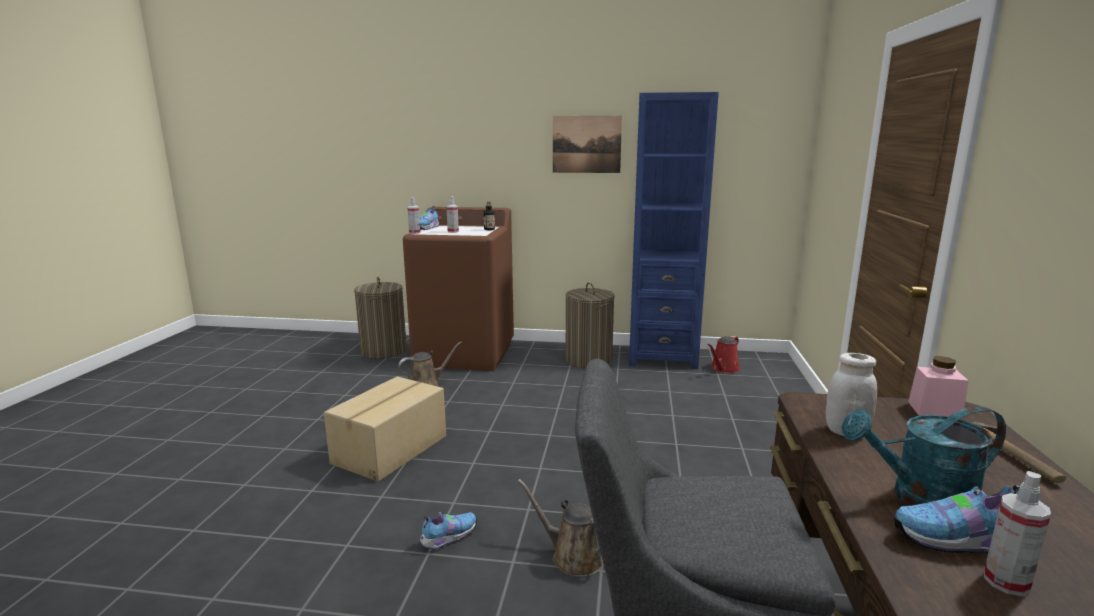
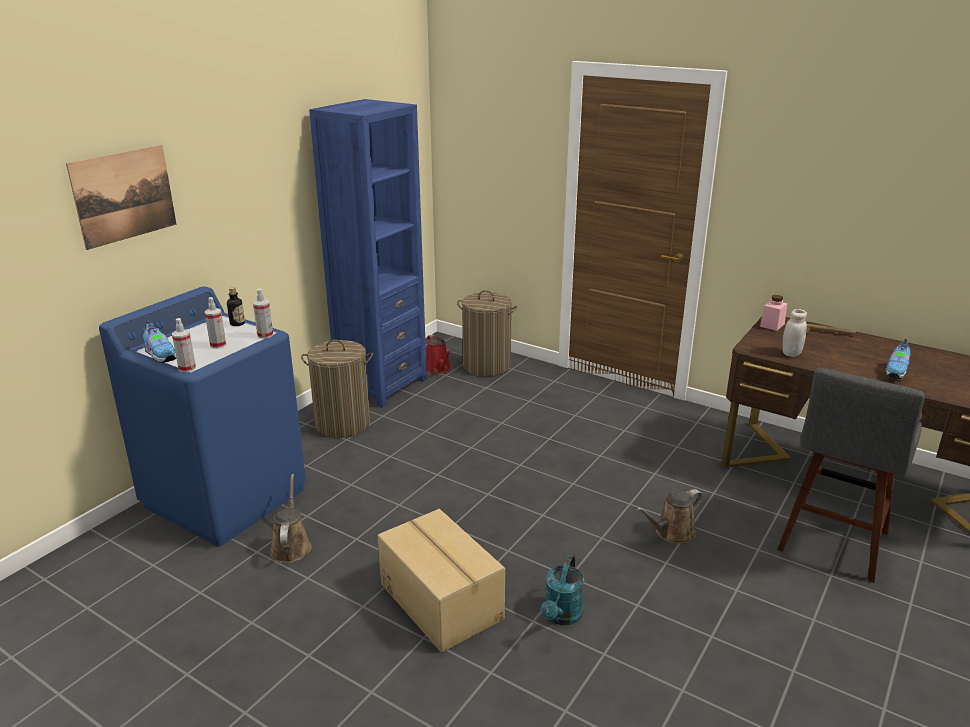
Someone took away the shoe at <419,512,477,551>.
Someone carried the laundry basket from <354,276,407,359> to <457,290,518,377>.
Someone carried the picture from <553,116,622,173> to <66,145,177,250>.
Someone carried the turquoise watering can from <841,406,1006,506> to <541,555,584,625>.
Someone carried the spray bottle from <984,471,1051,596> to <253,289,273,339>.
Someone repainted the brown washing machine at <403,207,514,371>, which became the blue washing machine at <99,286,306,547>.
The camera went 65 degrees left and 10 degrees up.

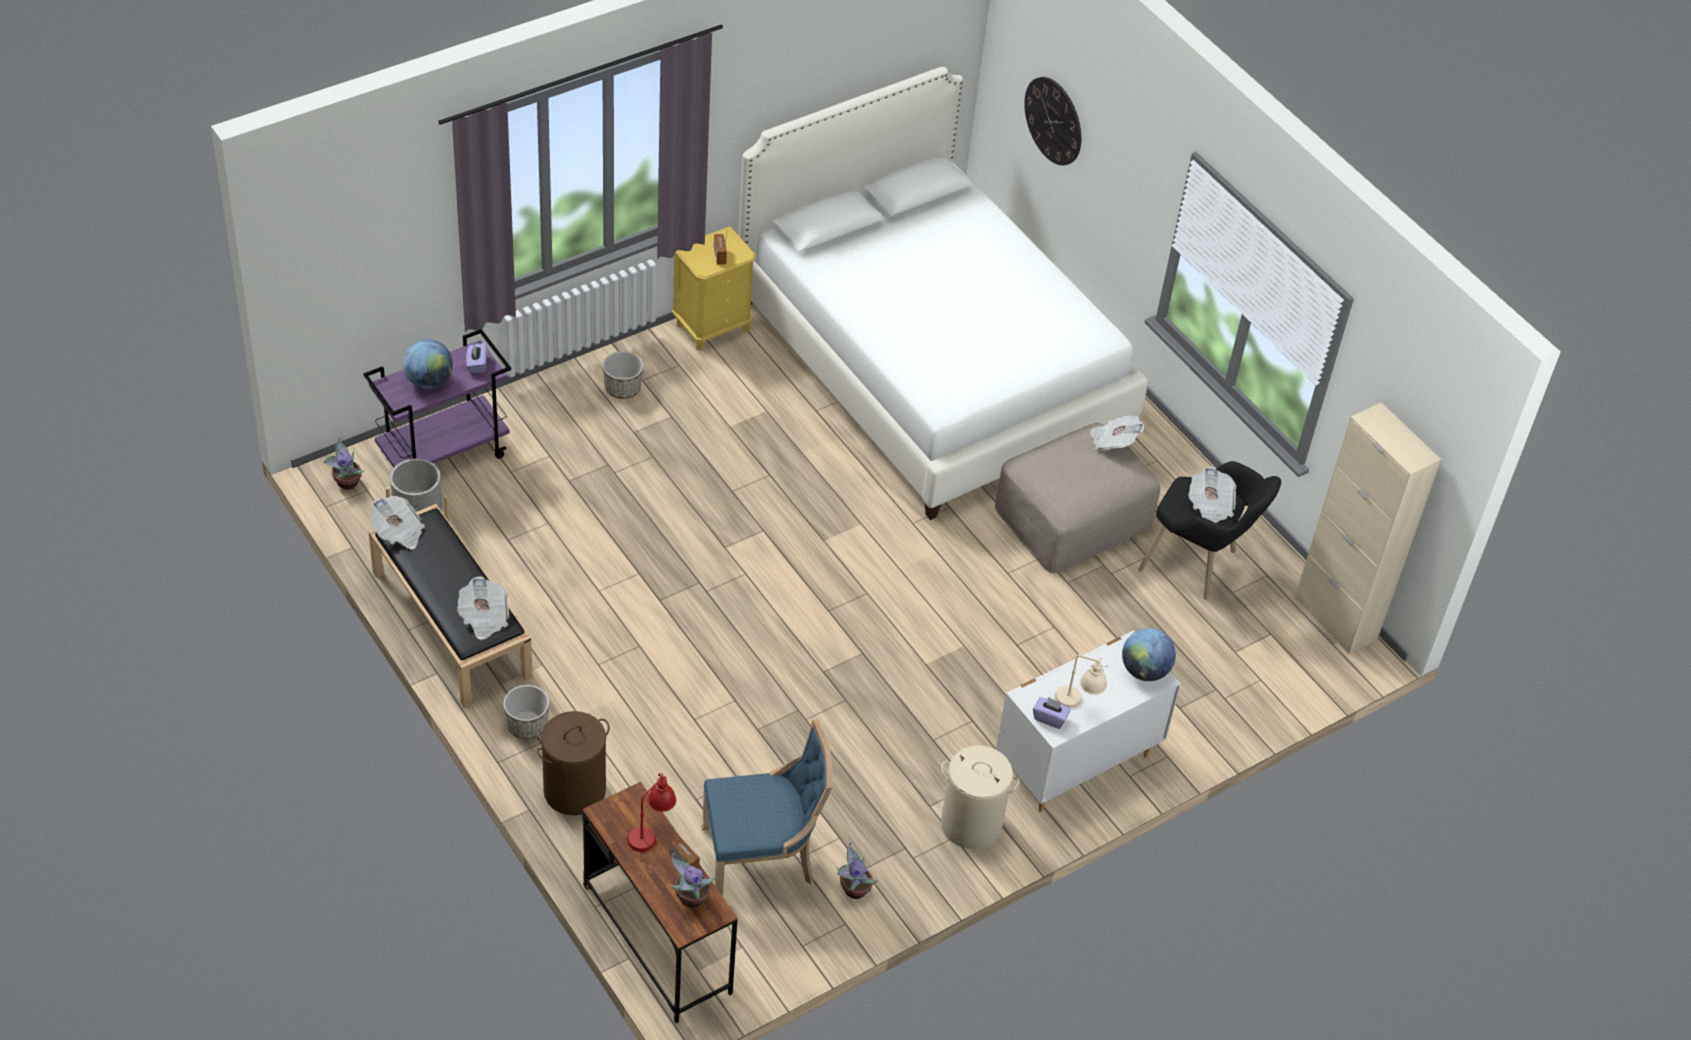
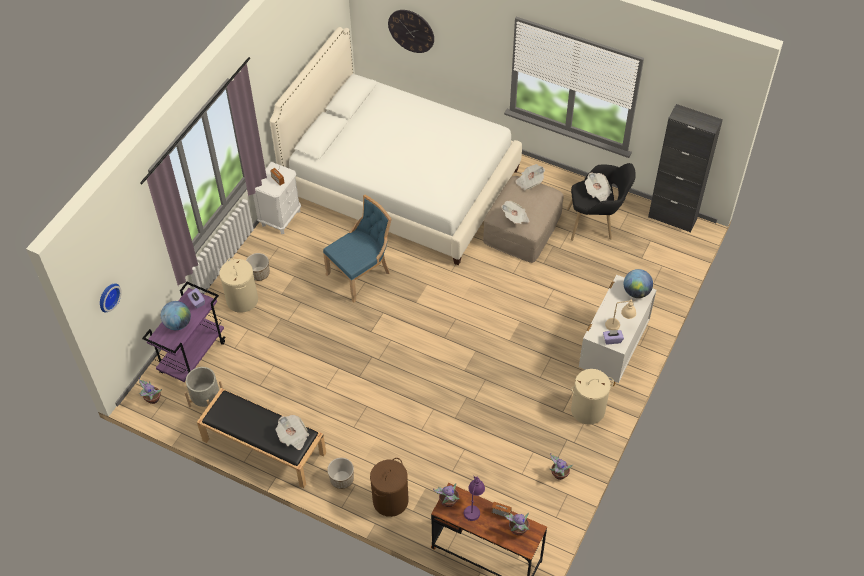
Someone put up the wall clock at <100,283,122,312>.
Someone put down the beige laundry basket at <219,258,258,313>.
Someone put down the potted plant at <433,483,460,507>.
Someone carried the newspaper from <370,496,425,550> to <501,201,530,224>.
Someone carried the blue chair from <701,720,832,895> to <323,195,391,302>.
Someone repainted the red table lamp at <627,773,676,852>, which became the purple table lamp at <464,475,485,521>.
Someone repainted the yellow nightstand at <671,226,756,351>, which became the white nightstand at <253,162,301,234>.
Someone repainted the beige cabinet at <1295,402,1441,654>, which became the black cabinet at <648,104,723,233>.
The camera went 25 degrees left and 5 degrees up.

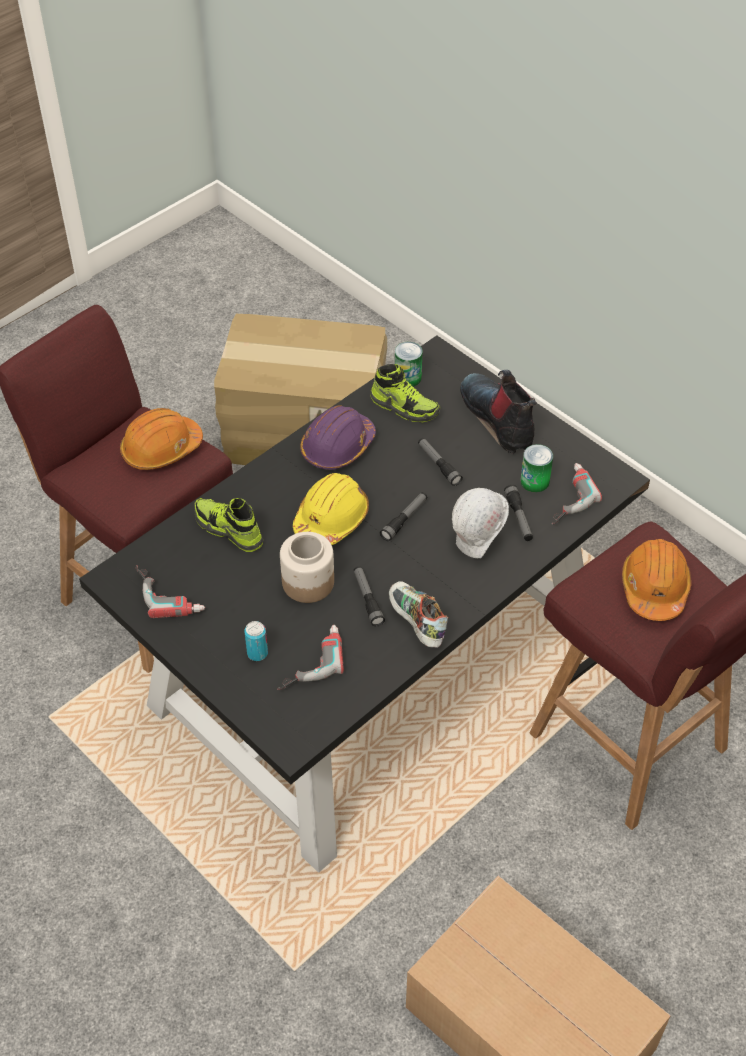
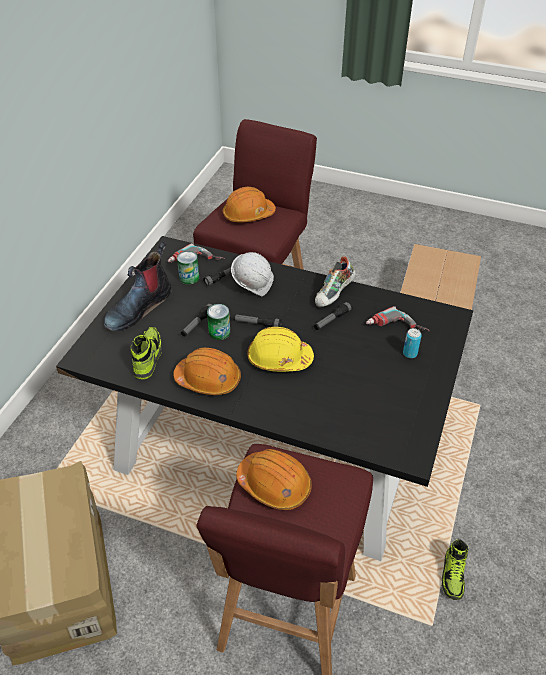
Someone took away the power drill at <136,565,205,618>.
Someone took away the jar at <280,532,334,603>.
Someone carried the shoe from <194,498,263,552> to <441,539,468,600>.
Someone carried the can from <395,342,422,387> to <207,304,230,340>.
Someone repainted the purple hard hat at <300,405,376,470>, which became the orange hard hat at <173,348,241,395>.
The camera went 115 degrees left and 5 degrees down.

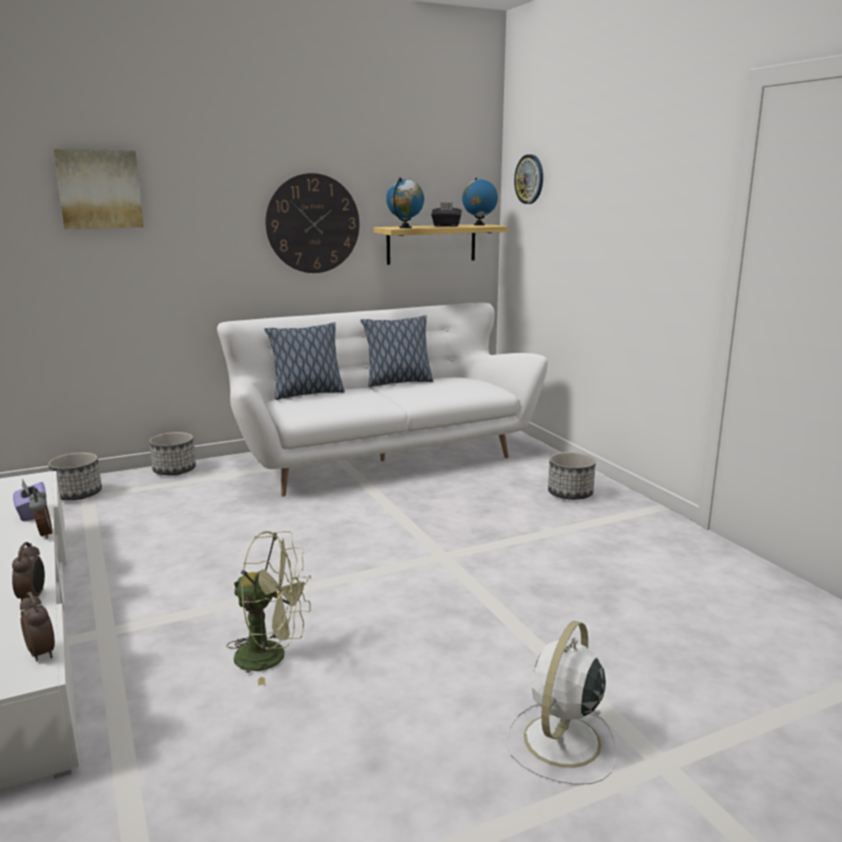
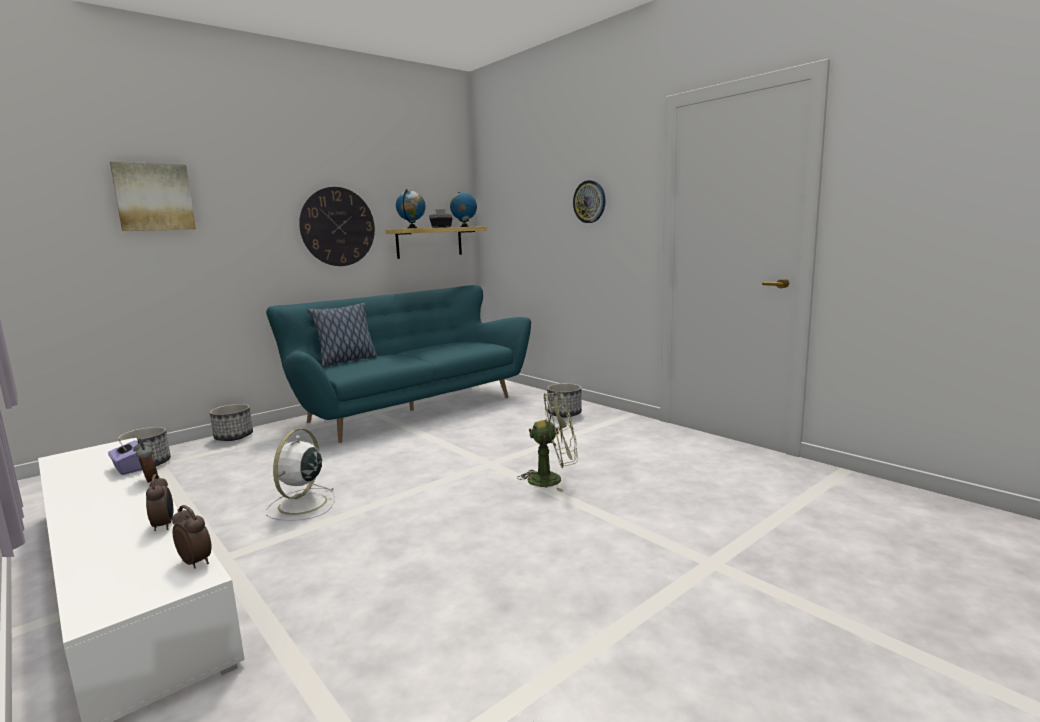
Someone took away the pillow at <361,315,433,387>.
Someone carried the green fan from <227,531,311,686> to <517,392,578,492>.
Someone carried the white fan from <506,621,616,785> to <266,429,335,521>.
Someone carried the wall clock from <514,154,543,204> to <573,180,606,223>.
Someone repainted the white sofa at <217,303,548,497>, which became the turquoise sofa at <266,285,531,443>.
The camera went 15 degrees left and 5 degrees down.

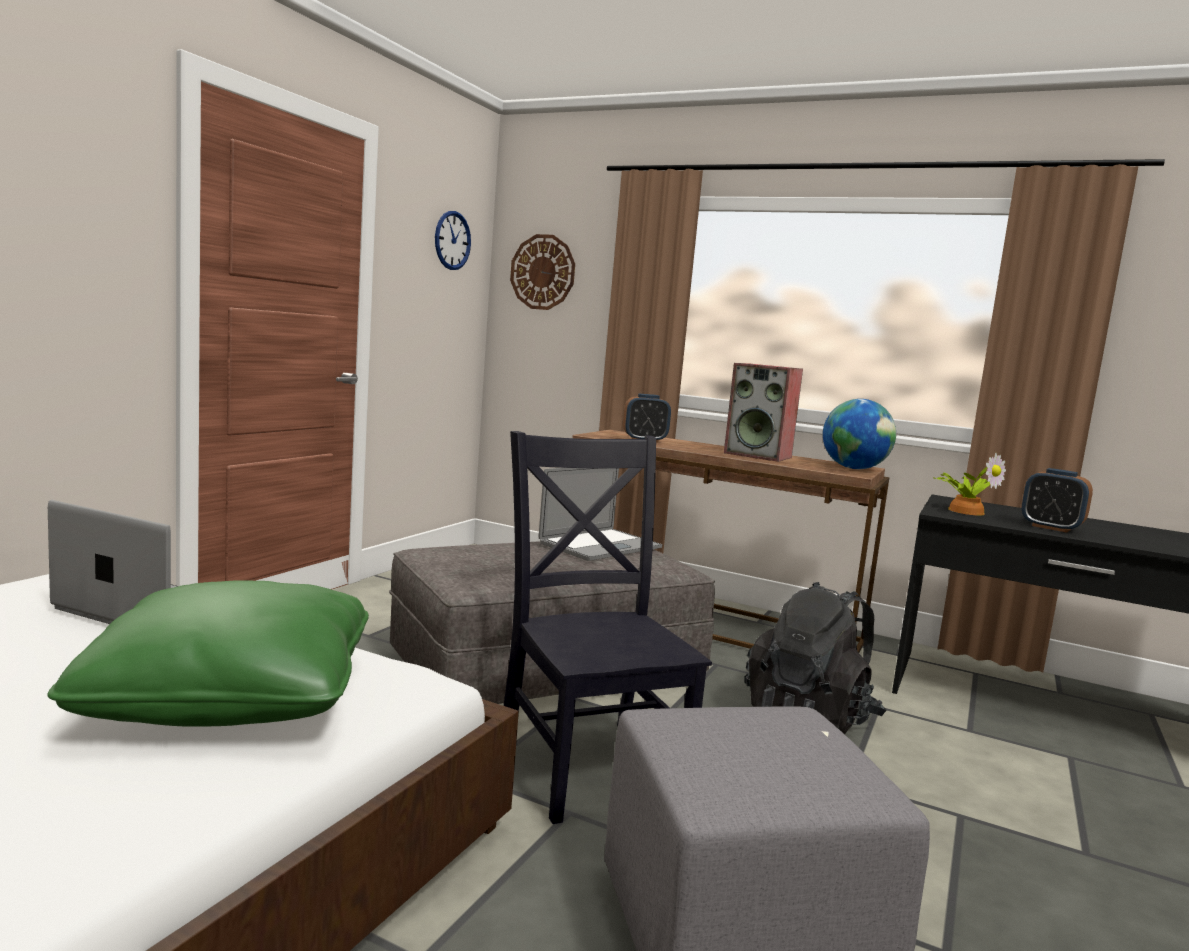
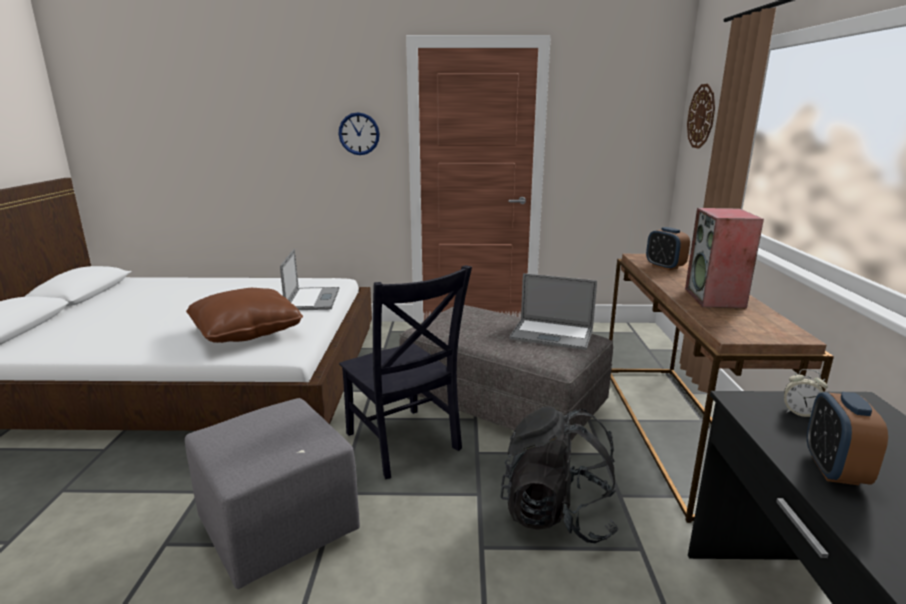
Someone took away the globe at <823,399,896,469>.
Someone carried the wall clock from <435,211,471,270> to <339,112,380,155>.
Someone swapped the potted plant at <933,453,1006,516> for the alarm clock at <784,369,828,417>.
Someone repainted the green pillow at <47,580,369,727>, which became the brown pillow at <186,288,303,343>.
Someone rotated the black chair at <504,431,712,824> by 105 degrees clockwise.
The camera went 65 degrees right and 10 degrees up.

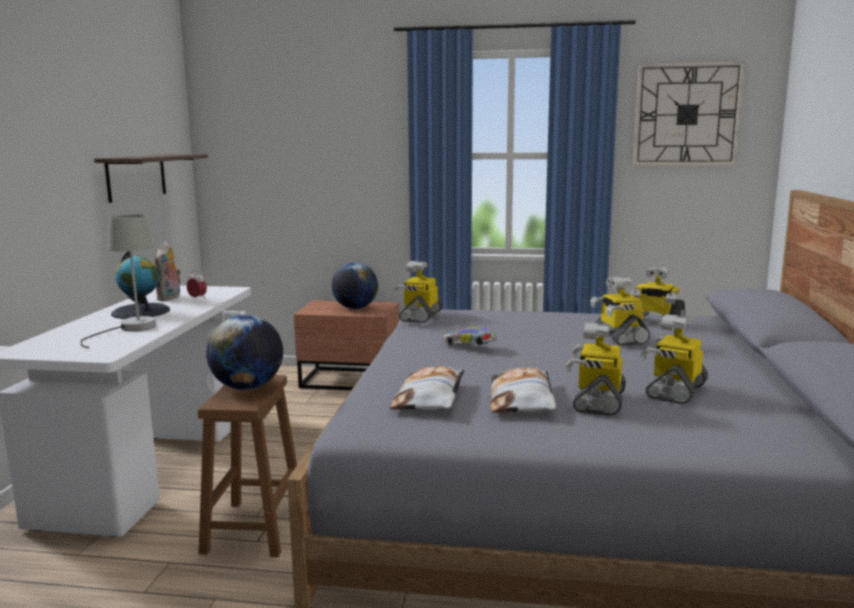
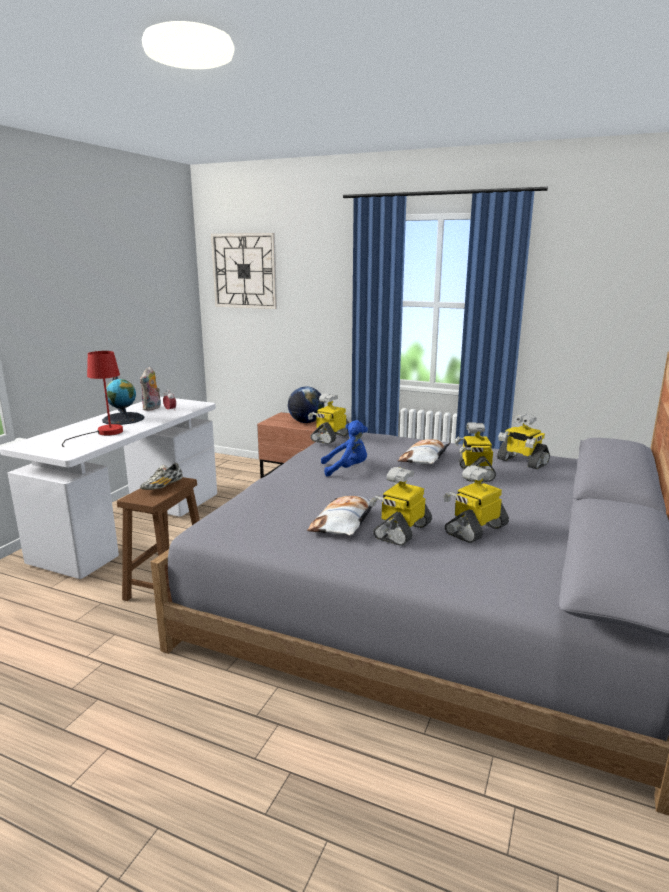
Someone took away the shelf at <94,154,208,203>.
Someone carried the pillow from <390,366,464,410> to <398,439,450,464>.
Someone carried the wall clock from <633,61,745,166> to <211,233,277,309>.
Someone swapped the globe at <206,315,283,390> for the shoe at <140,463,183,490>.
Someone swapped the toy car at <443,327,496,345> for the blue plush toy at <321,420,368,477>.
Someone repainted the grey table lamp at <81,215,156,348>, which became the red table lamp at <62,351,123,447>.
The camera went 15 degrees right and 5 degrees up.

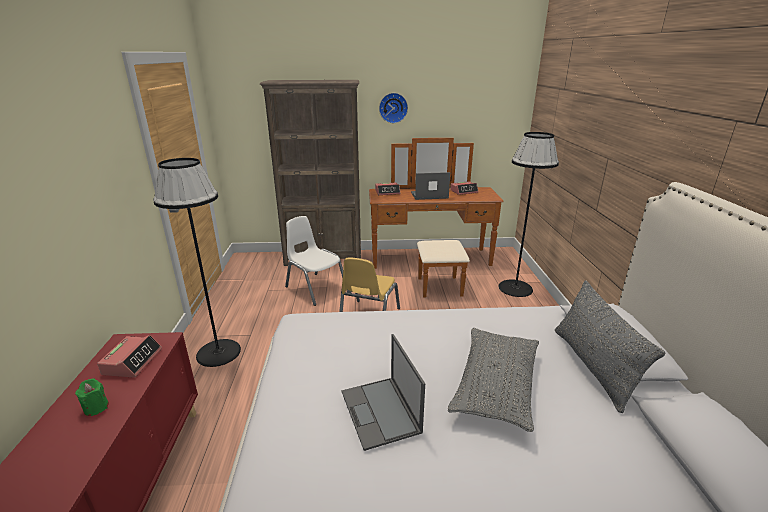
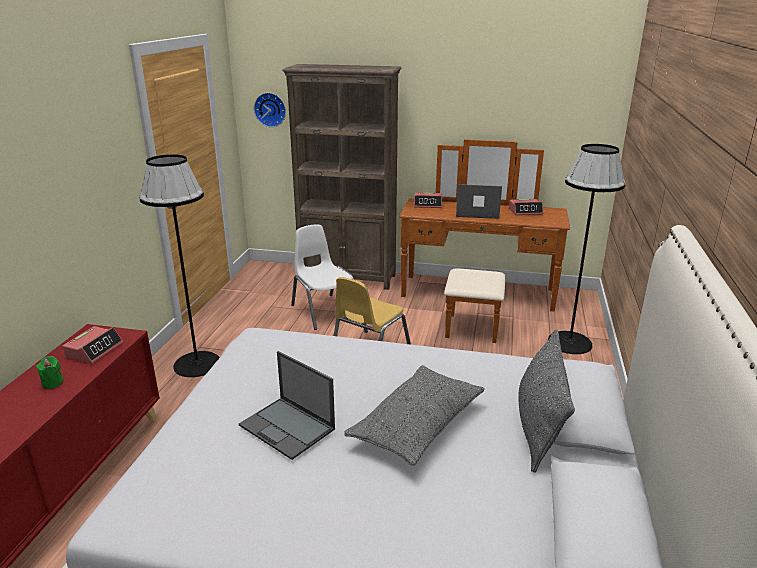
Someone carried the wall clock from <379,93,408,123> to <254,93,286,127>.
Someone rotated the laptop at <342,334,425,451> by 45 degrees counterclockwise.
The camera went 15 degrees right and 0 degrees up.

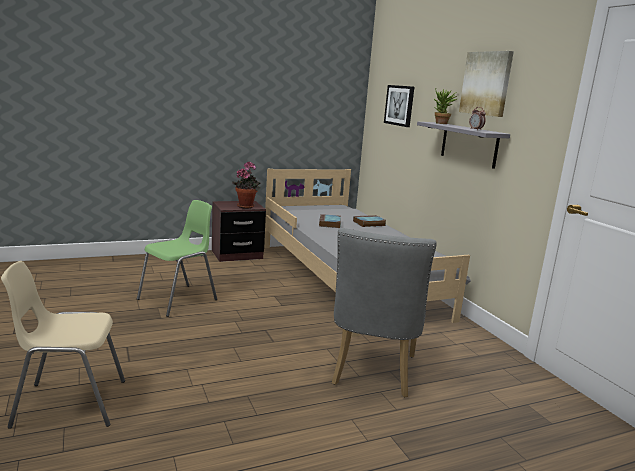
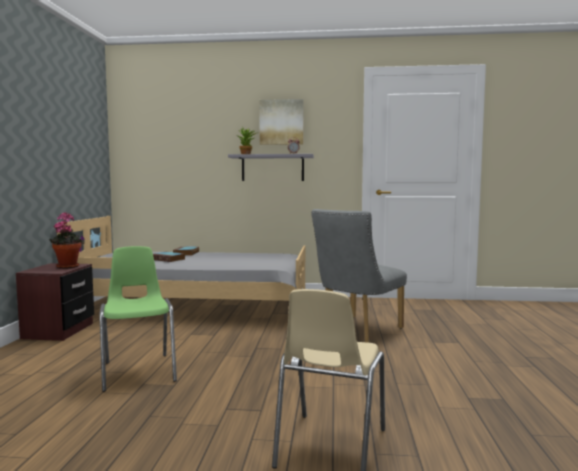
Someone took away the picture at <384,85,414,127>.
Someone rotated the grey chair at <332,228,437,398> by 90 degrees clockwise.
The camera went 60 degrees left and 10 degrees down.

